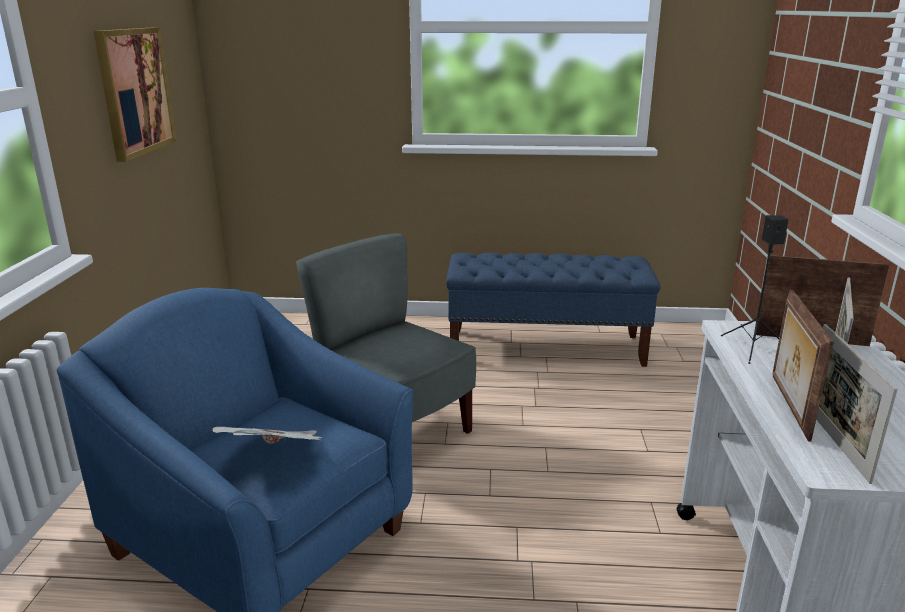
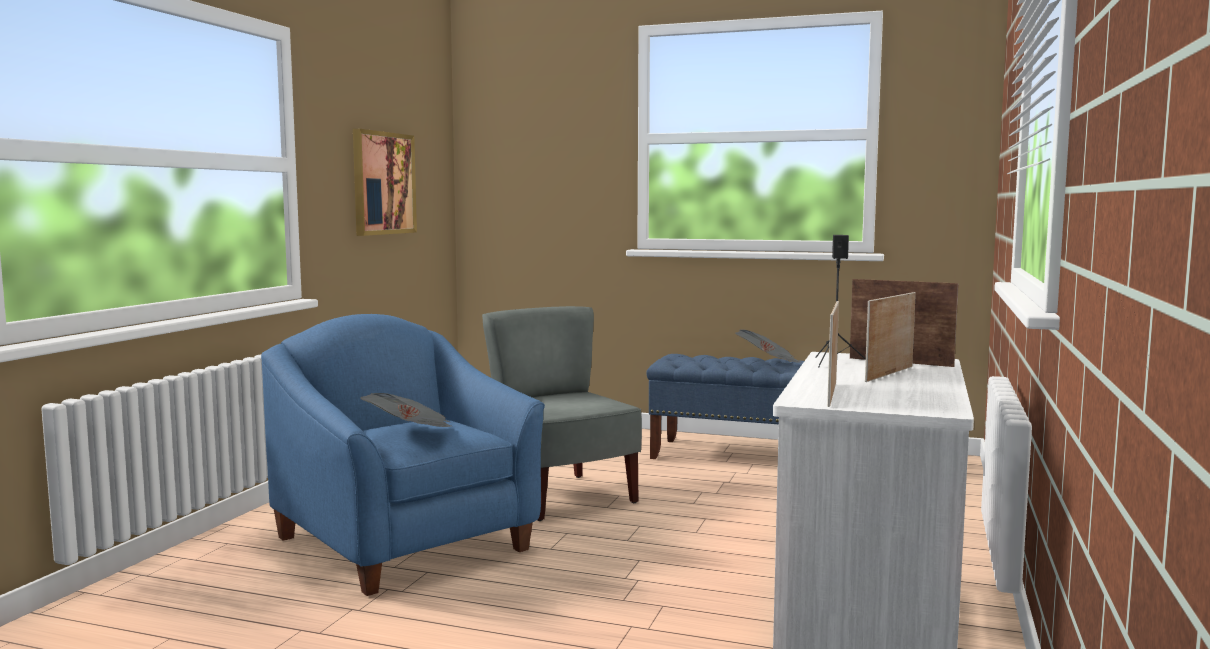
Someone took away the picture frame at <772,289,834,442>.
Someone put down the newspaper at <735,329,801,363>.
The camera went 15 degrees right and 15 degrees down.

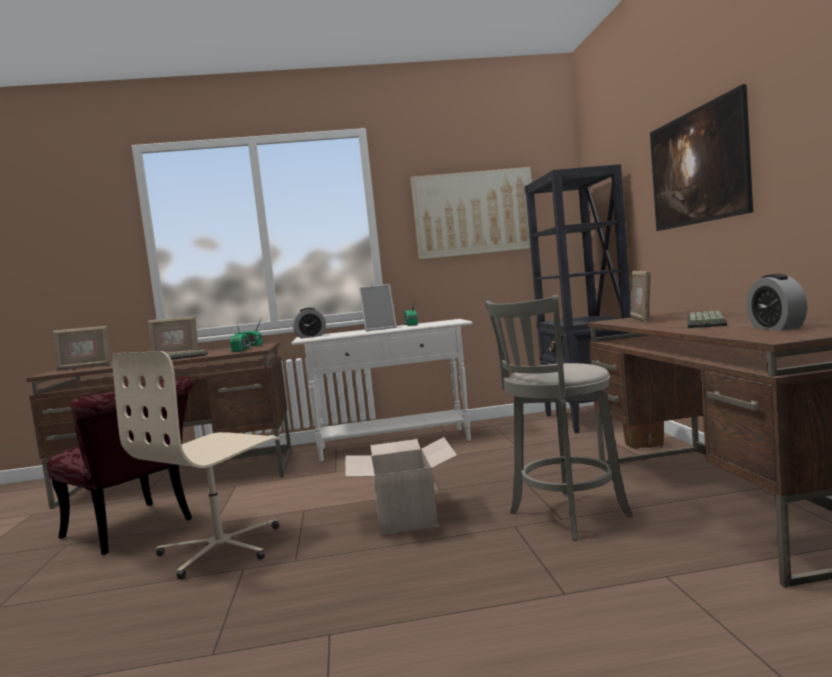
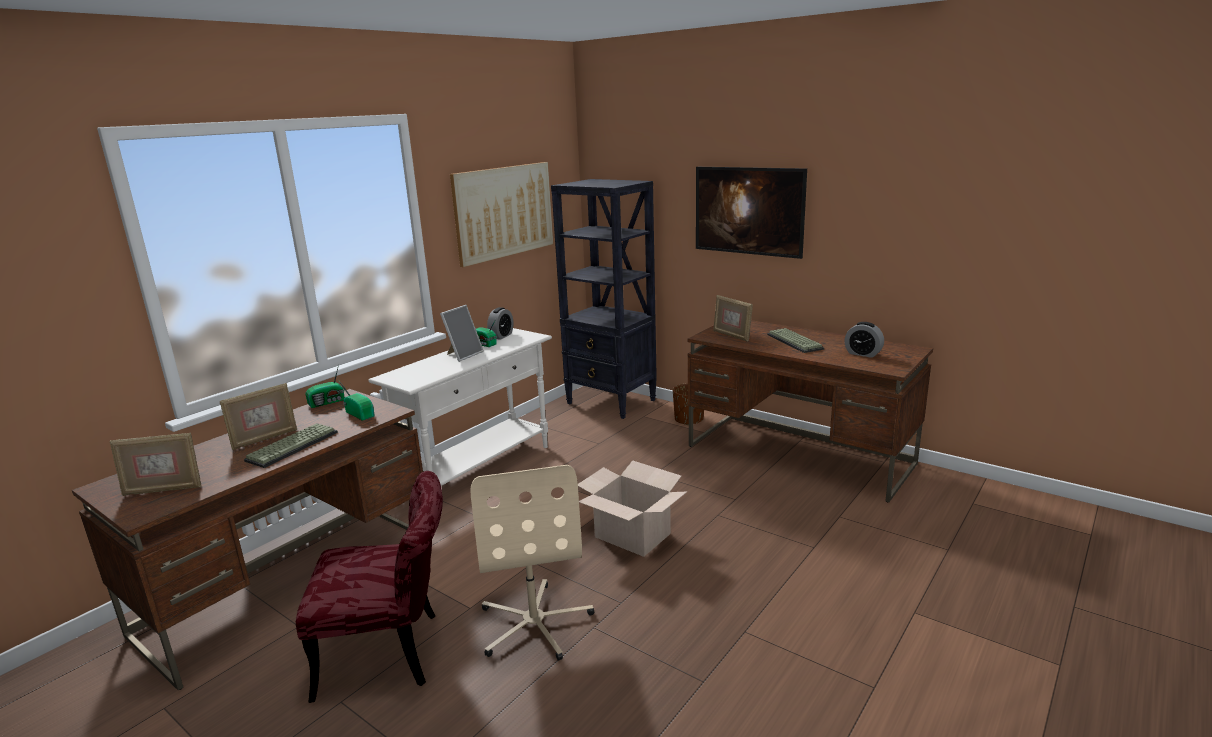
Someone took away the grey stool at <485,295,633,541>.
Someone carried the alarm clock from <293,308,326,338> to <487,307,513,340>.
Someone rotated the picture frame at <53,325,111,371> by 45 degrees clockwise.
The camera went 45 degrees left and 15 degrees up.

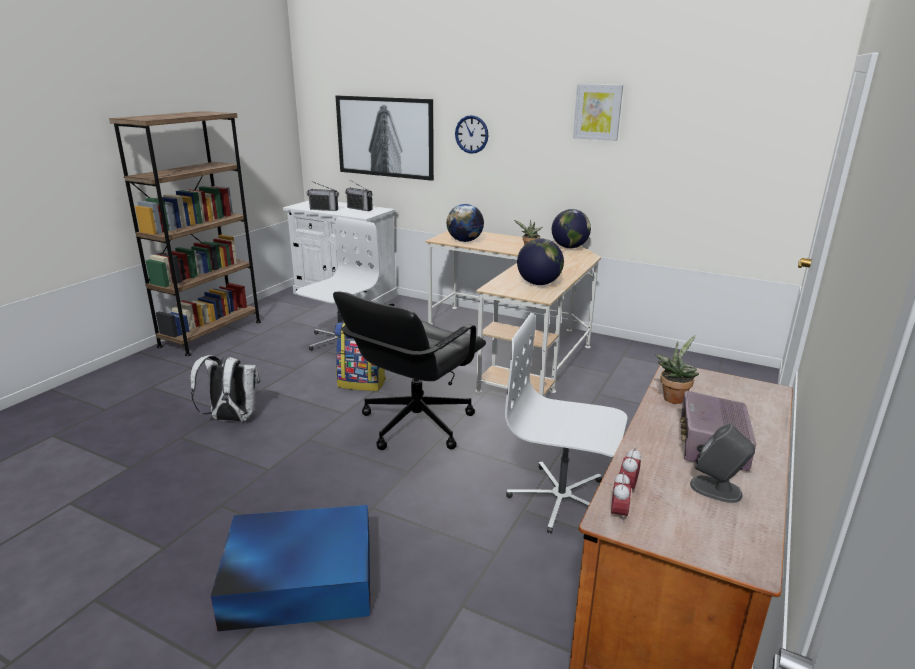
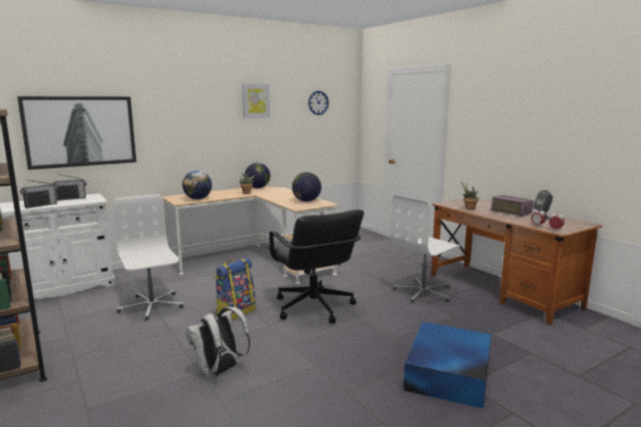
Someone carried the wall clock from <455,115,489,154> to <308,91,329,115>.
The camera went 60 degrees left and 10 degrees down.

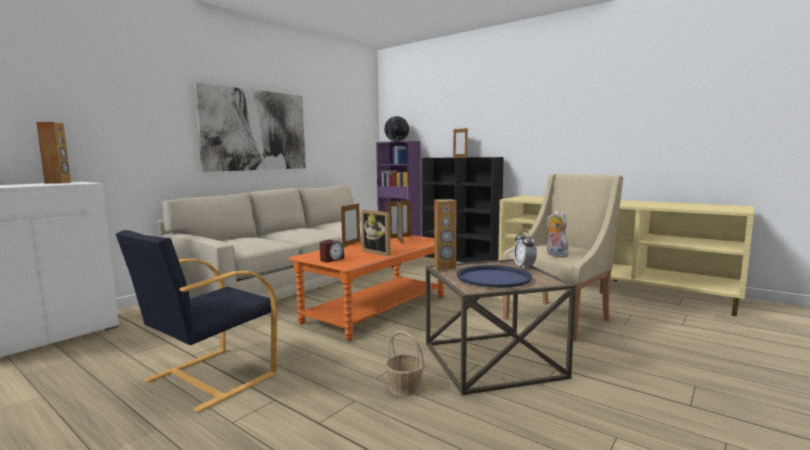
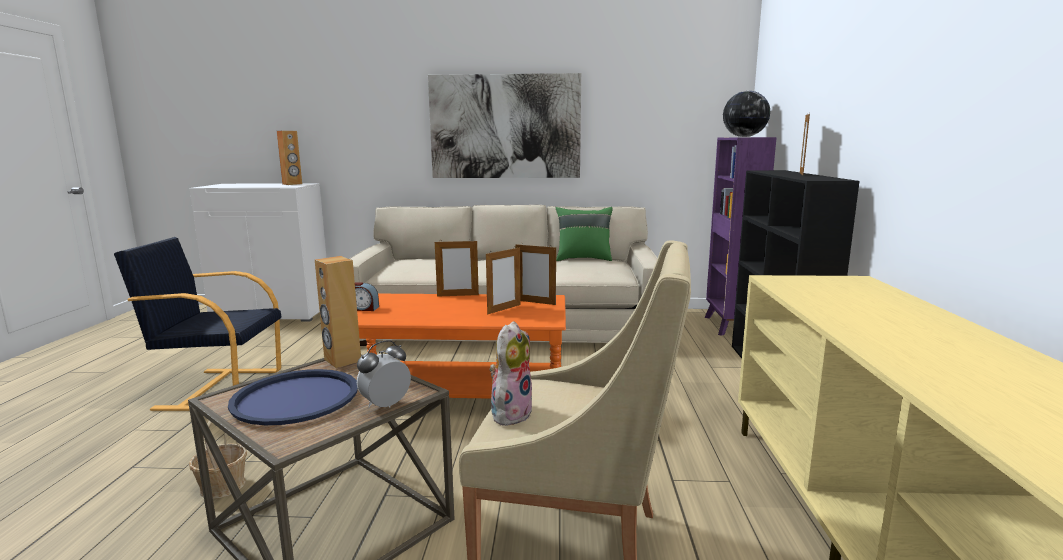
Someone took away the picture frame at <361,210,391,256>.
Someone put down the green pillow at <556,207,613,261>.
The camera went 55 degrees right and 5 degrees up.

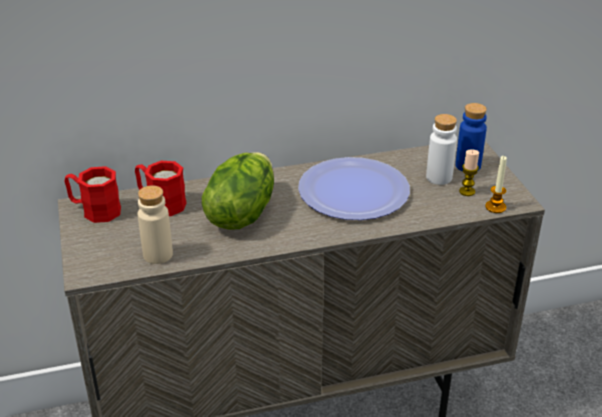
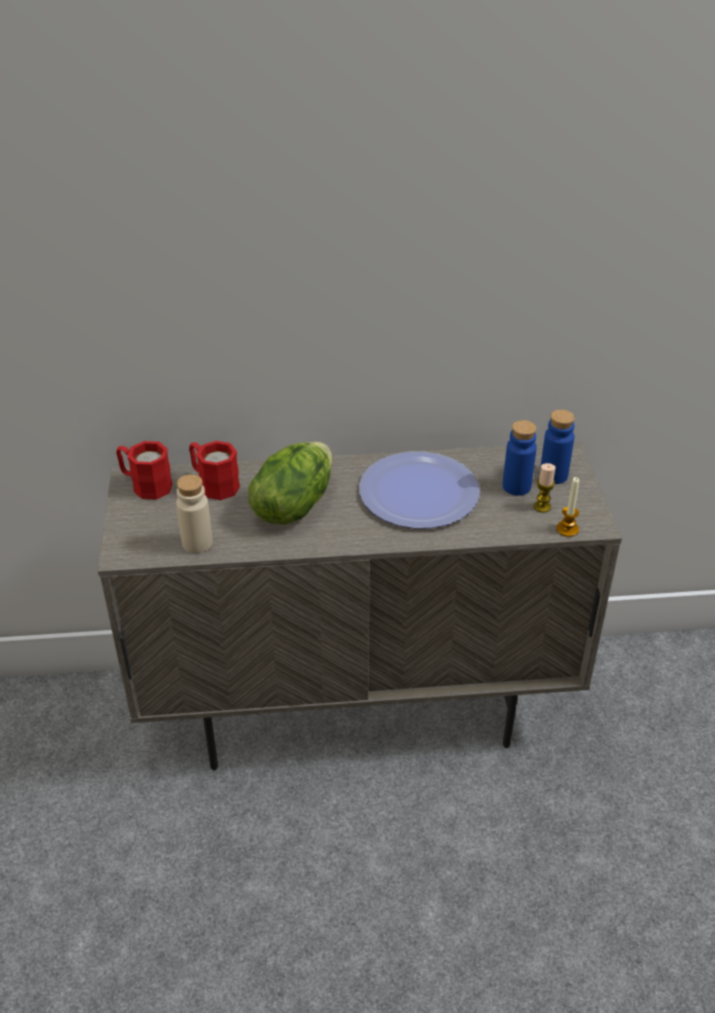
Someone repainted the white bottle at <426,114,457,185>, which became the blue bottle at <503,420,537,496>.
The camera went 10 degrees right and 5 degrees up.

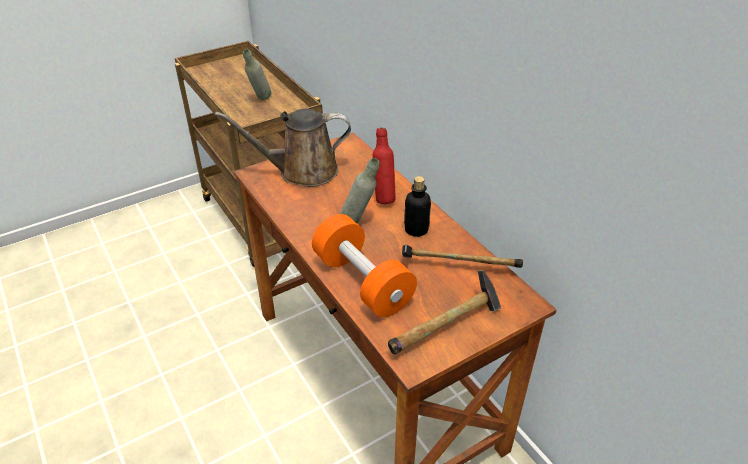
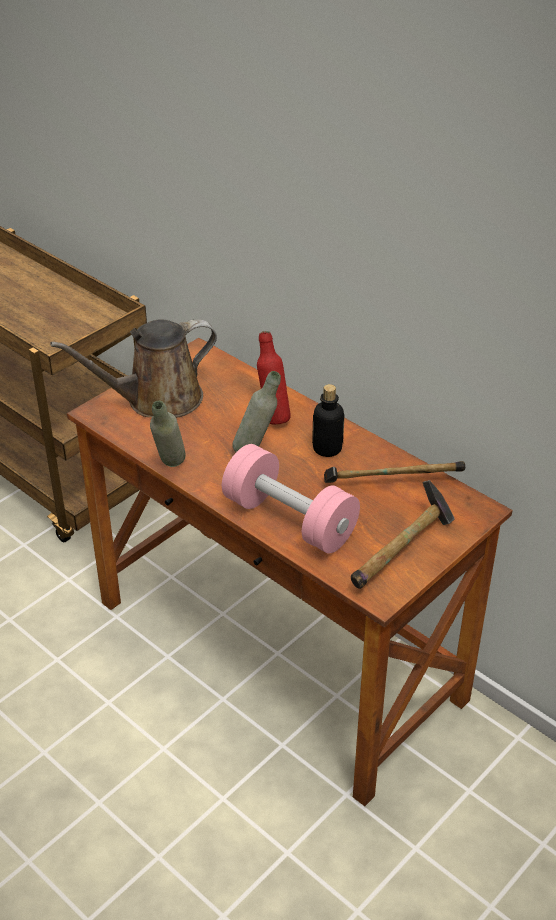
Someone carried the grey bottle from <243,49,271,100> to <150,400,186,467>.
Someone repainted the orange dumbbell at <312,214,417,317>, which became the pink dumbbell at <222,444,360,554>.
The camera went 15 degrees left and 0 degrees up.

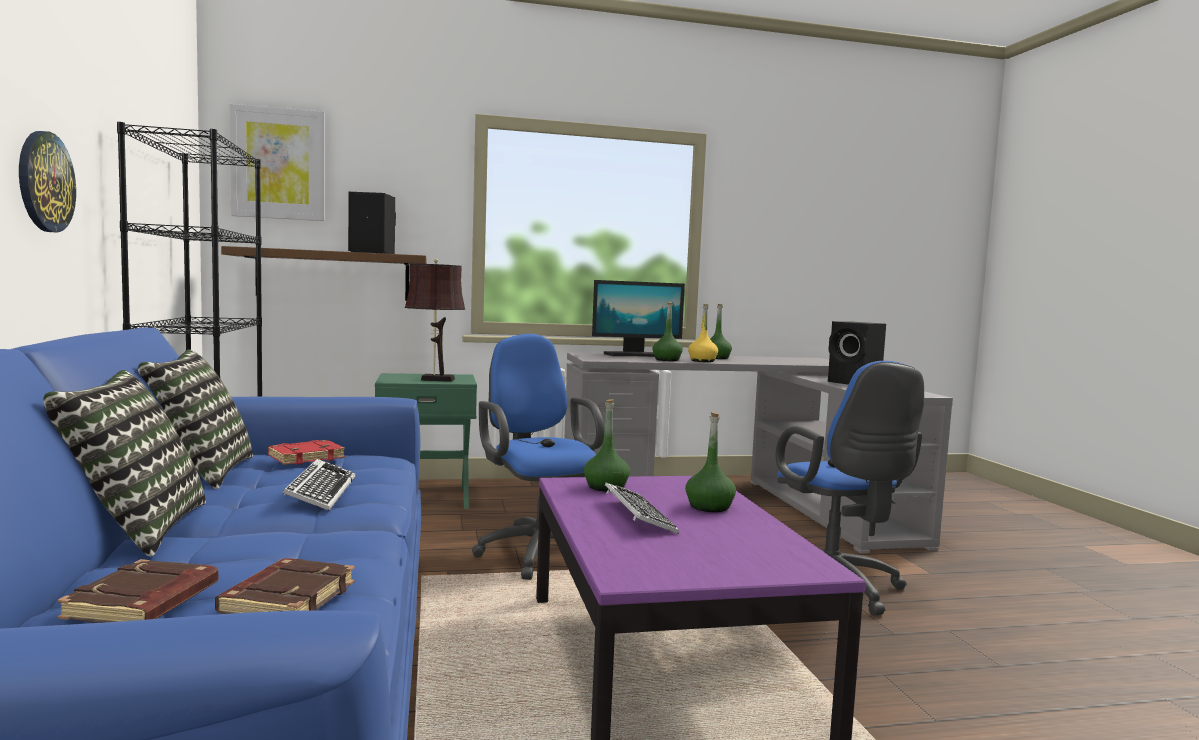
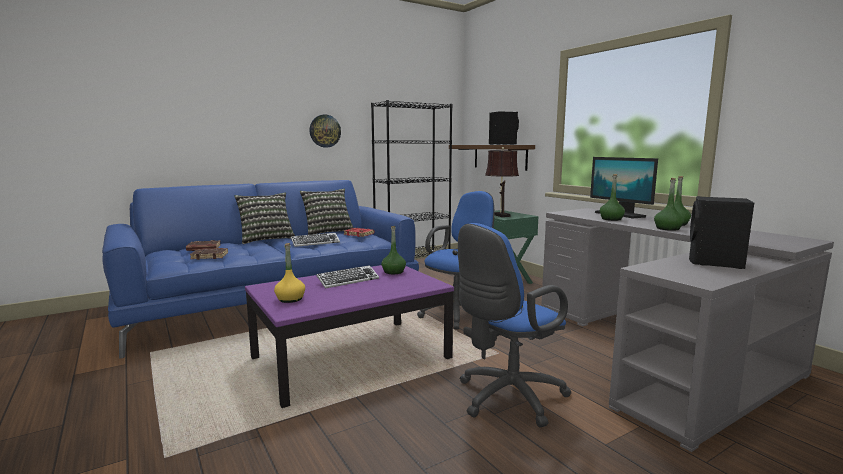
Someone took away the picture at <230,104,325,221>.
Someone carried the green bottle from <685,412,736,512> to <654,178,684,231>.
Someone carried the yellow bottle from <688,304,718,362> to <274,243,305,303>.
The camera went 70 degrees right and 5 degrees up.

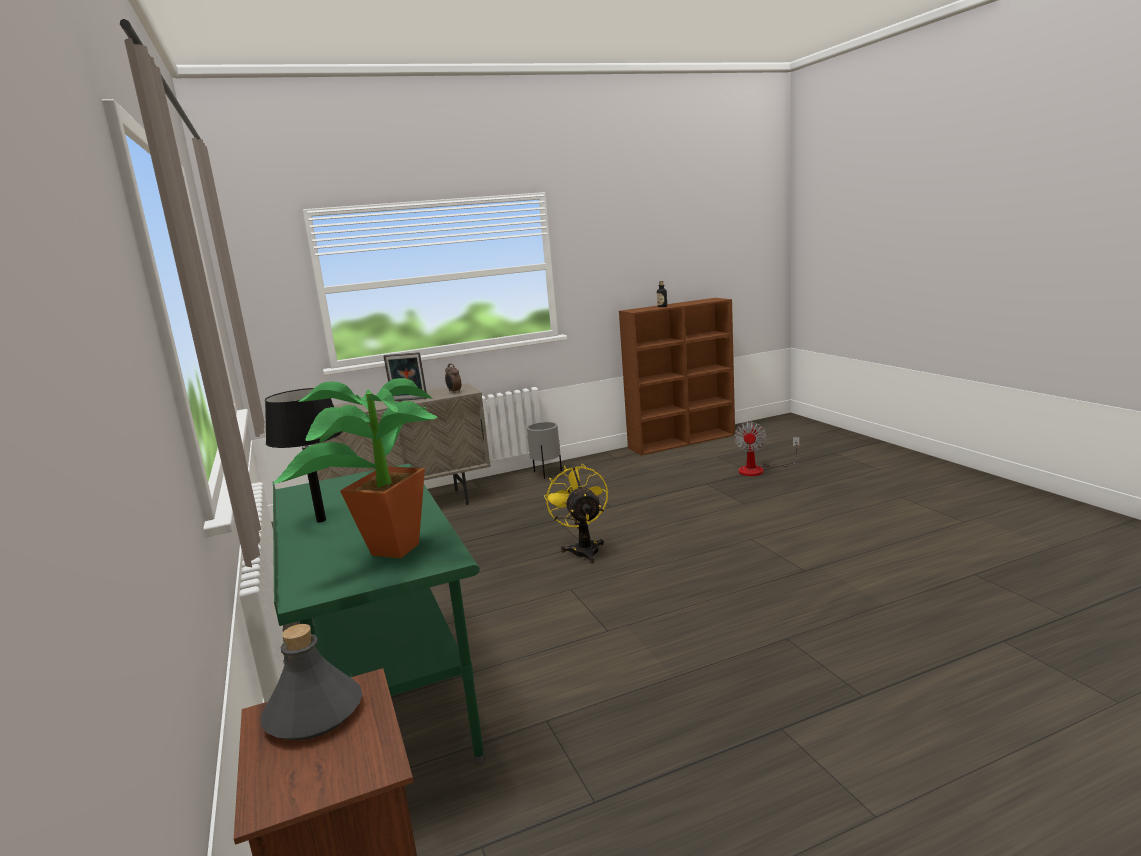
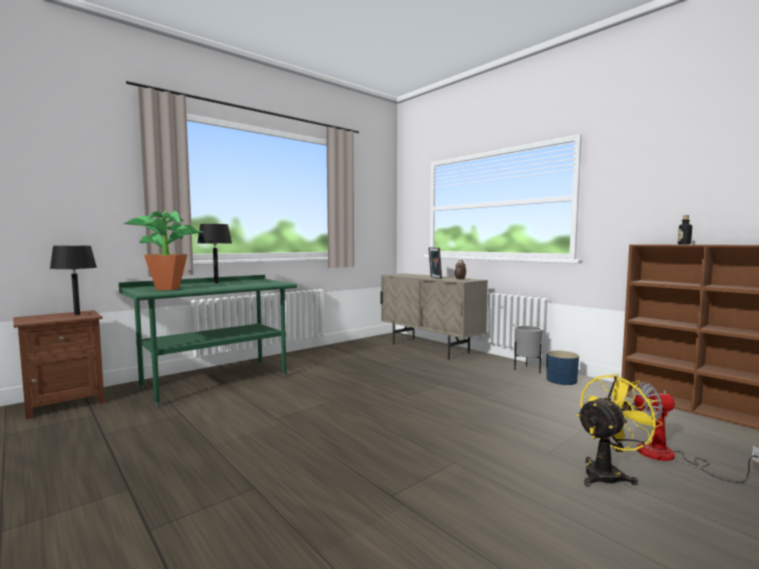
Someone put down the blue planter at <546,350,579,385>.
Someone carried the yellow fan from <544,464,608,563> to <577,373,663,487>.
Someone swapped the grey bottle at <261,624,362,740> for the black table lamp at <50,246,97,315>.
The camera went 70 degrees right and 10 degrees down.

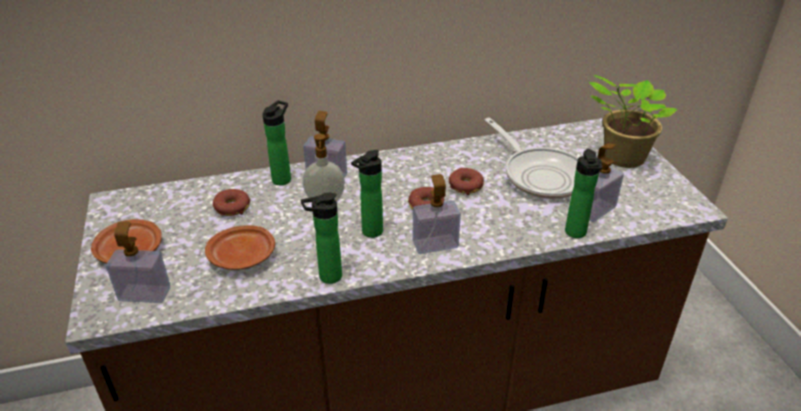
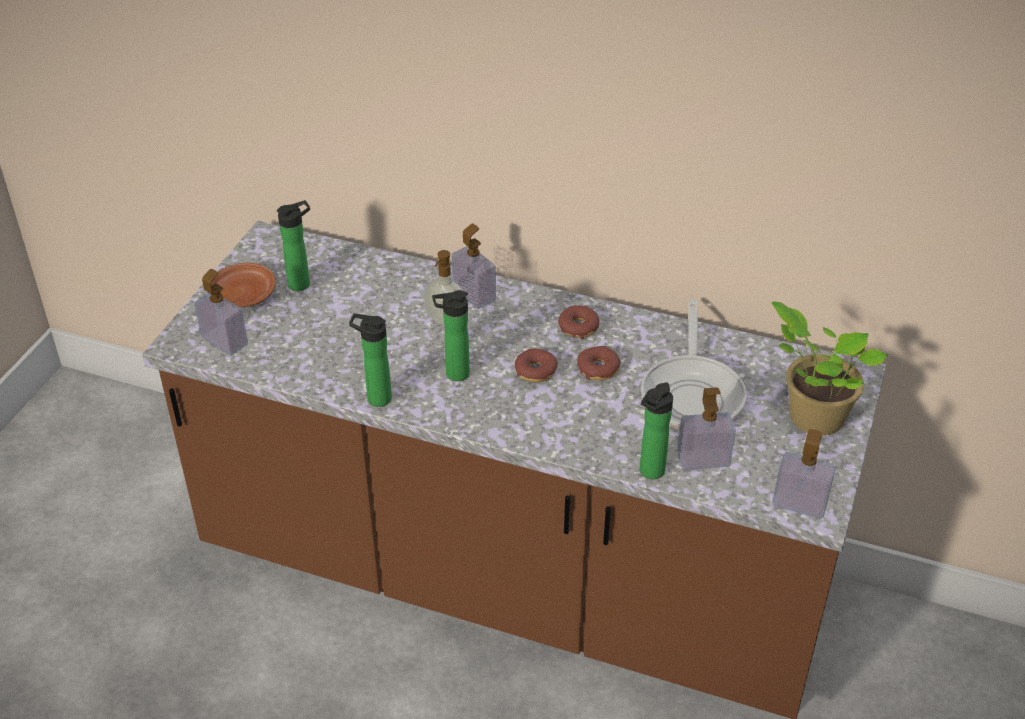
Someone took away the brown plate at <205,225,275,270>.
Someone carried the donut from <213,189,250,216> to <558,305,599,339>.
Someone carried the bottle from <262,100,291,185> to <277,200,310,291>.
Someone carried the soap dispenser from <413,174,461,254> to <772,429,836,519>.
The camera went 35 degrees right and 5 degrees up.

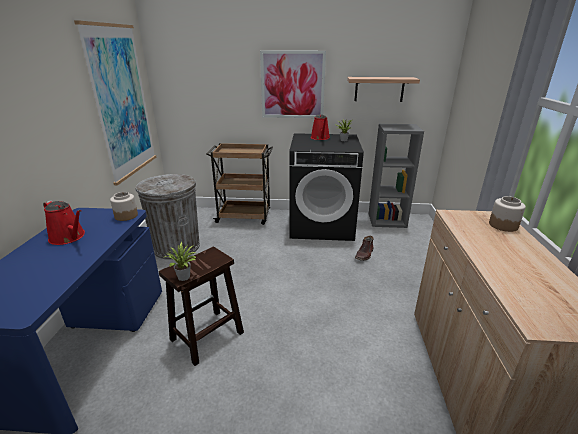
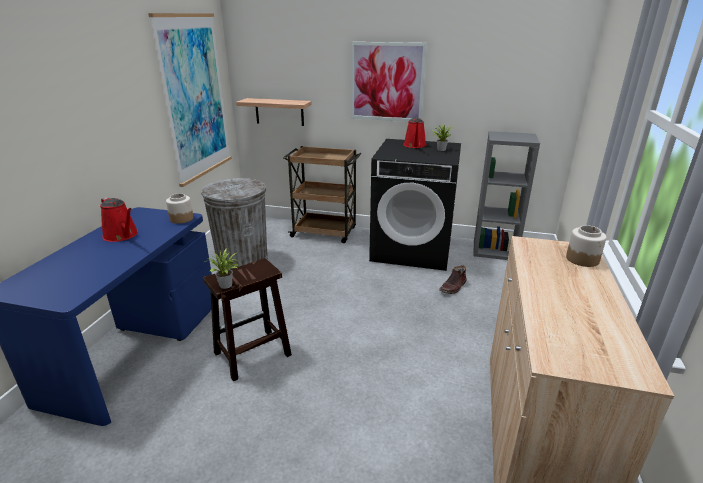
Someone carried the shelf from <347,77,420,102> to <236,98,312,126>.
The camera went 10 degrees right and 0 degrees up.

